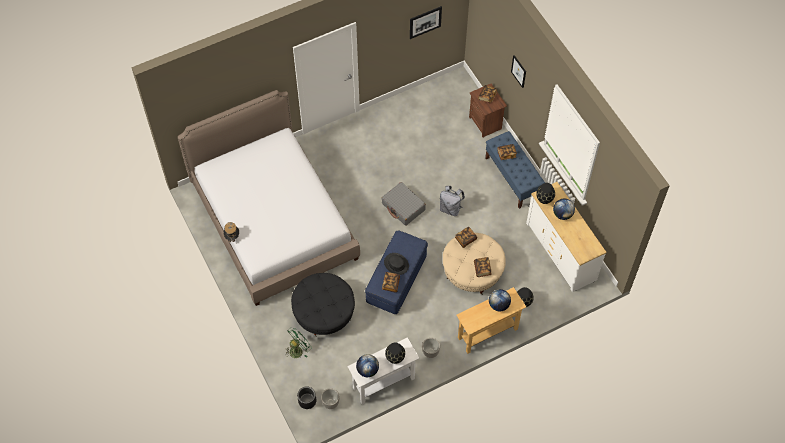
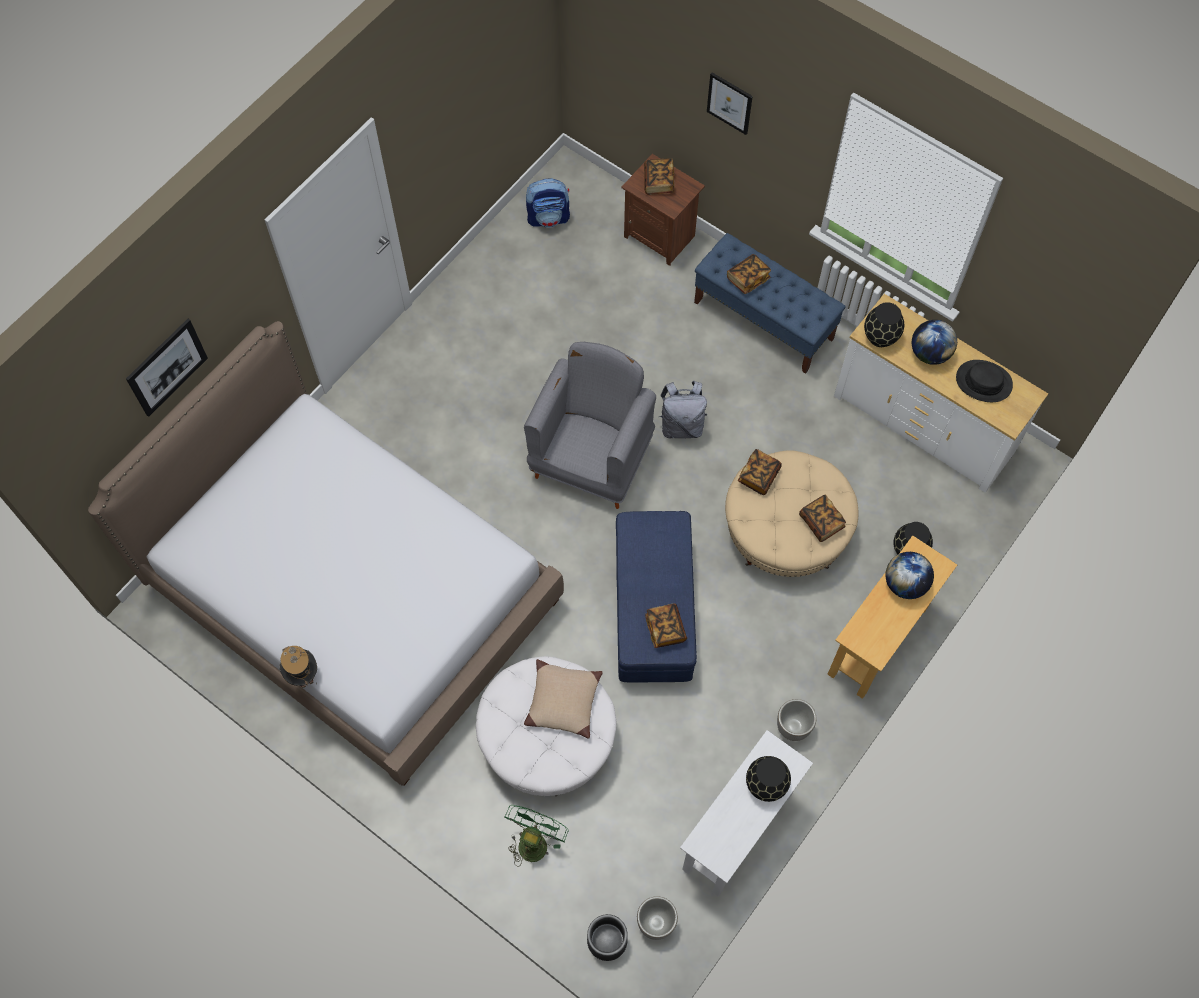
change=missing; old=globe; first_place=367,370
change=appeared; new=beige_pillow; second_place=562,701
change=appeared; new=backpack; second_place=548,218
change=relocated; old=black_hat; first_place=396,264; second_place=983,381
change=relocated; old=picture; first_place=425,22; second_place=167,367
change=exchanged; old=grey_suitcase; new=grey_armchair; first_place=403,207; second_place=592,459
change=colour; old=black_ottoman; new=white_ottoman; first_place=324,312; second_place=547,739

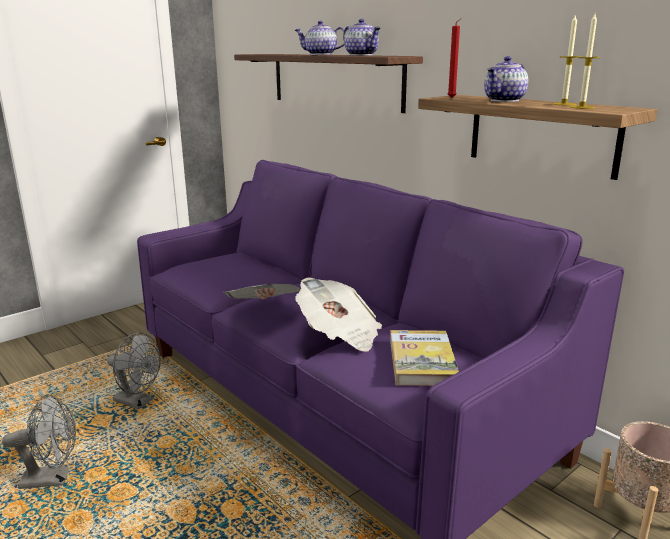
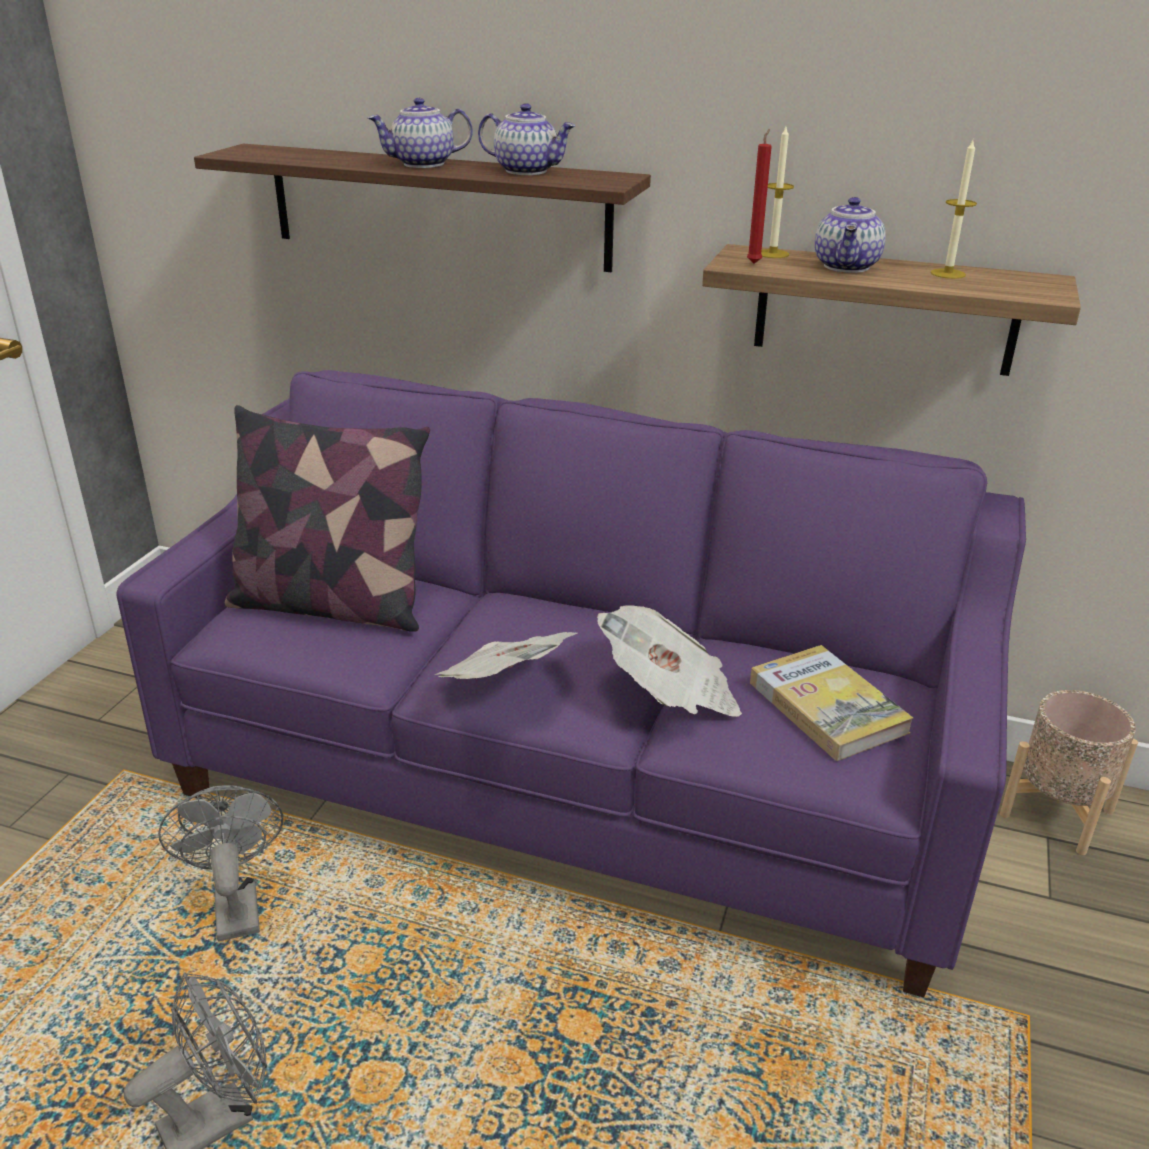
change=appeared; new=pillow; second_place=331,605
change=relocated; old=candle; first_place=582,107; second_place=772,254
change=spun; old=grey_fan; first_place=138,402; second_place=235,904; degrees=-105

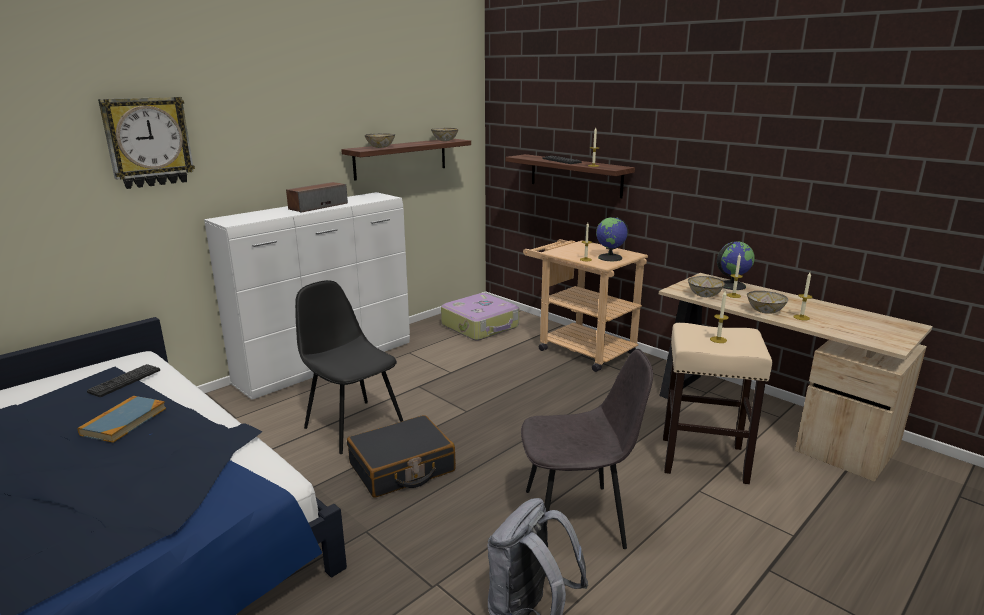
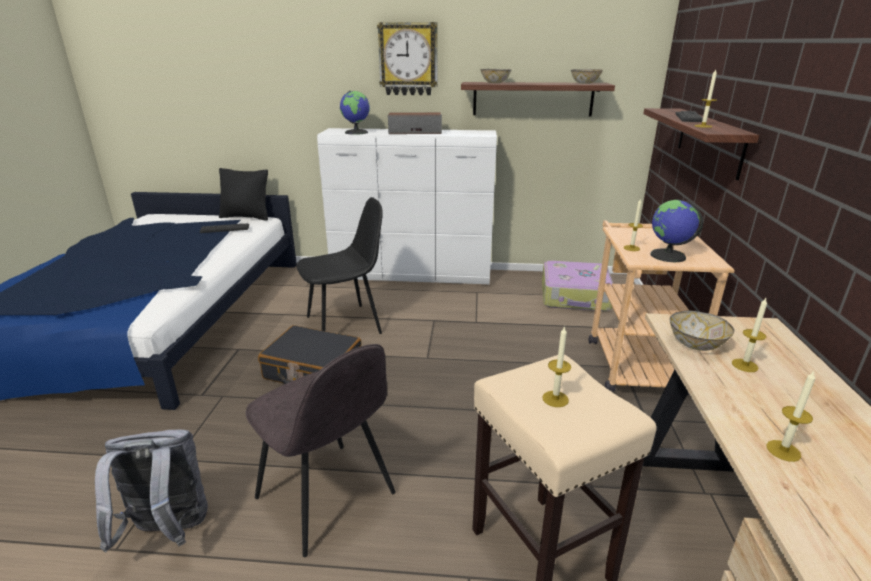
change=missing; old=book; first_place=124,421
change=missing; old=bowl; first_place=764,311
change=appeared; new=black_pillow; second_place=246,217
change=relocated; old=wall_clock; first_place=148,142; second_place=408,59
change=relocated; old=globe; first_place=731,285; second_place=356,132
change=spun; old=black_chair; first_place=353,425; second_place=346,324; degrees=60

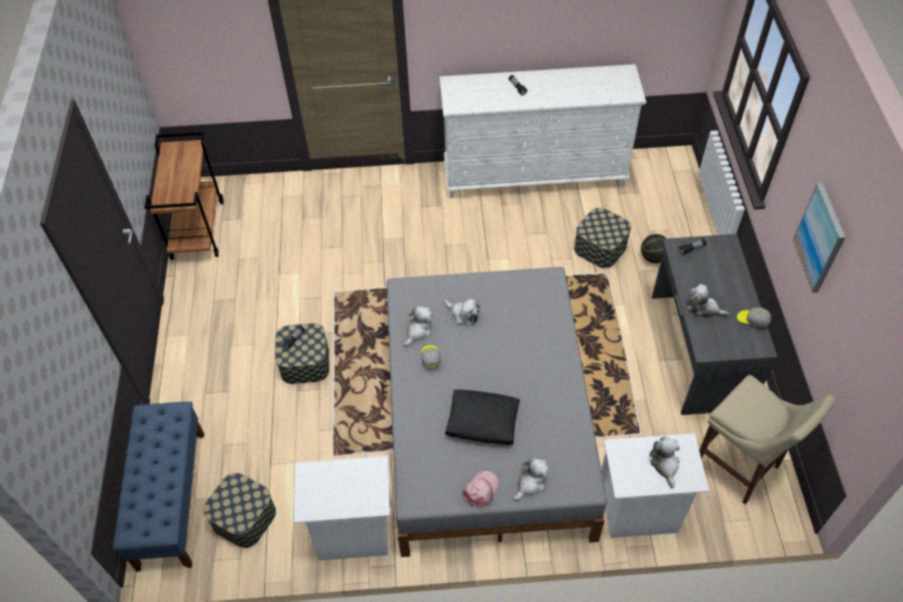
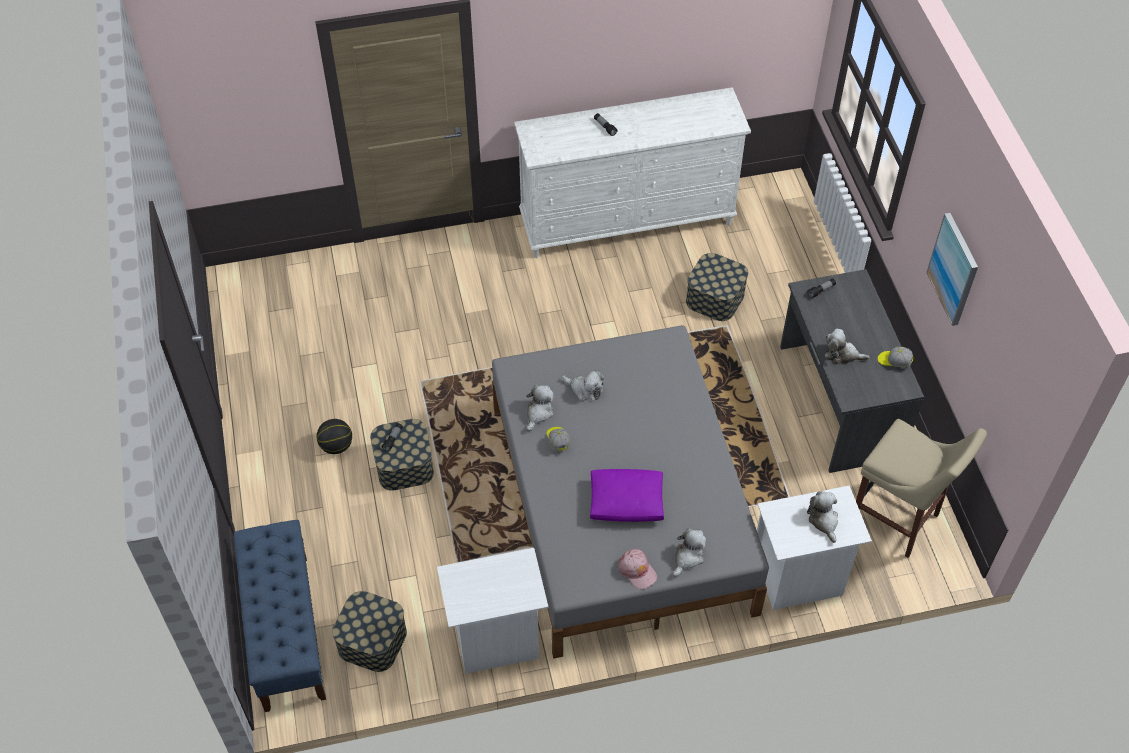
change=missing; old=brown_cart; first_place=197,229
change=relocated; old=basketball; first_place=653,257; second_place=336,446
change=colour; old=black_pillow; new=purple_pillow; first_place=482,422; second_place=625,501
change=spun; old=pink_cap; first_place=481,490; second_place=637,570; degrees=120

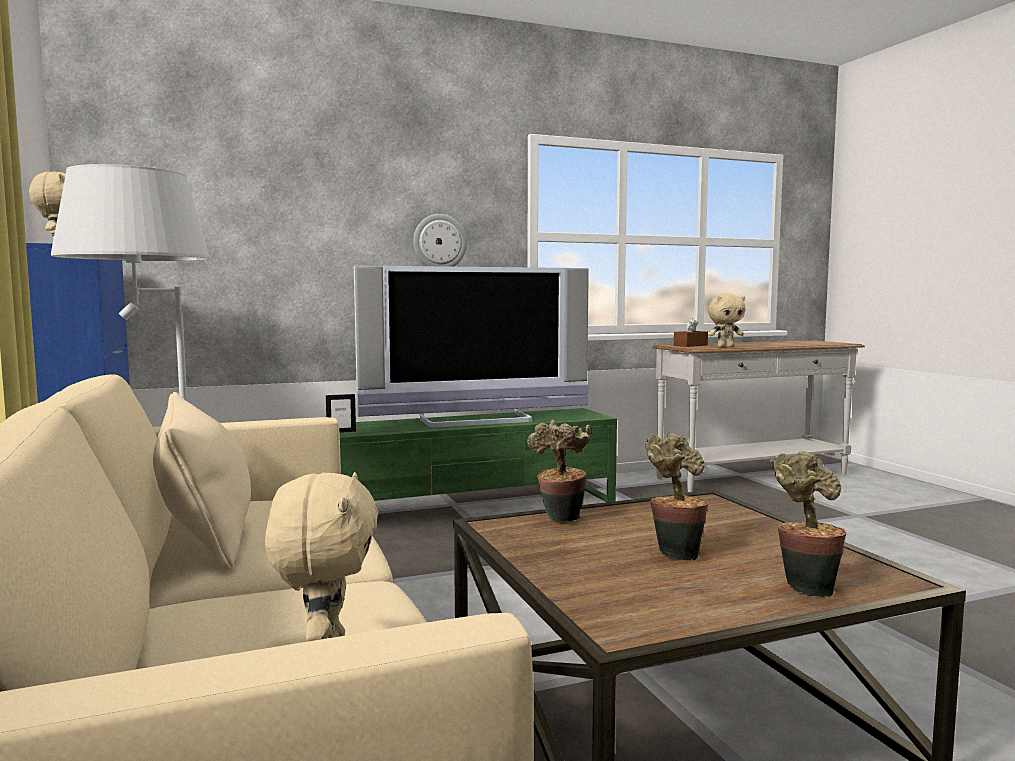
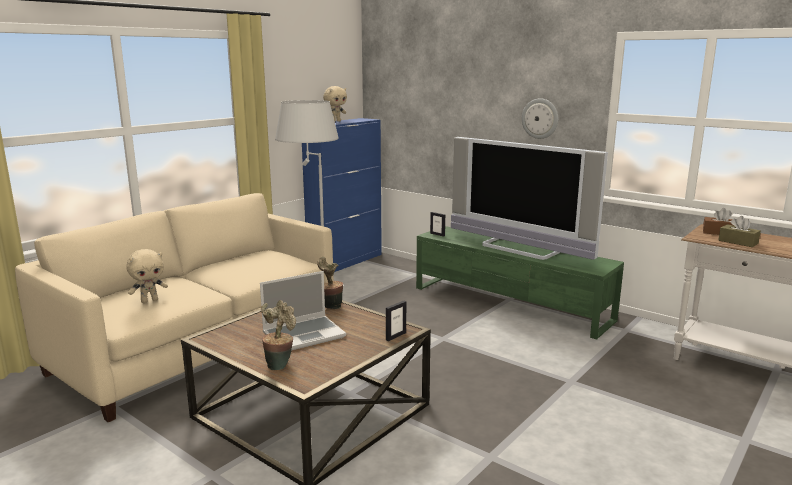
change=missing; old=beige_pillow; first_place=205,530
change=appeared; new=picture_frame; second_place=395,336
change=exchanged; old=potted_plant; new=laptop; first_place=675,552; second_place=304,334
change=exchanged; old=beige_plush_toy; new=brown_tissue_box; first_place=725,346; second_place=738,242

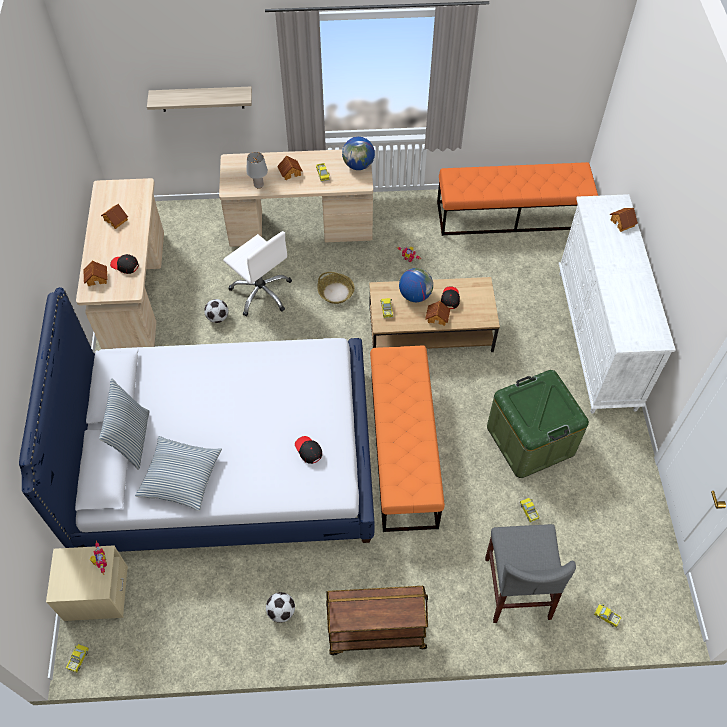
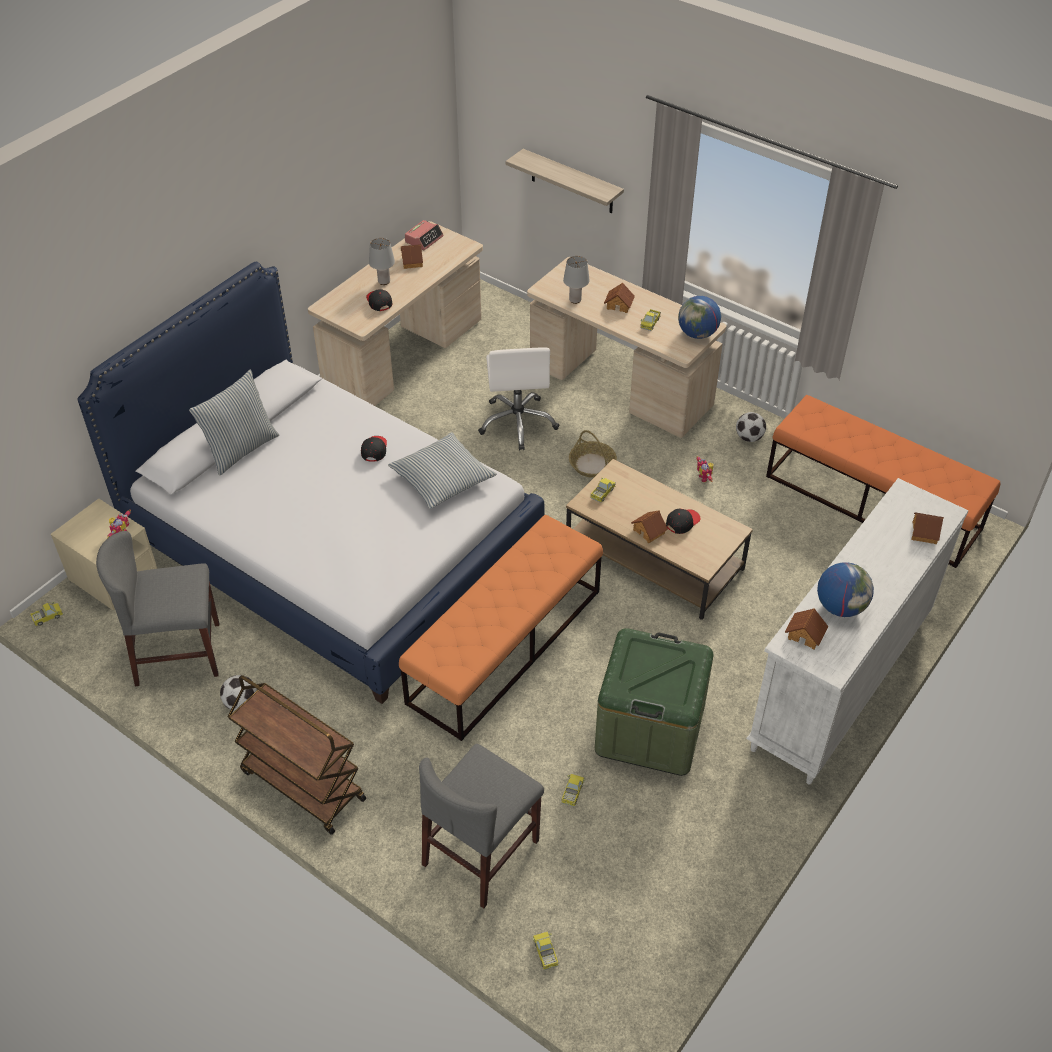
change=appeared; new=grey_chair; second_place=178,653
change=appeared; new=grey_table_lamp; second_place=384,282
change=appeared; new=alarm_clock; second_place=424,239
change=relocated; old=toy_house; first_place=97,278; second_place=805,634
change=relocated; old=pillow; first_place=180,477; second_place=442,478
change=relocated; old=football; first_place=218,318; second_place=749,438
change=relocated; old=black_cap; first_place=308,450; second_place=374,450
change=relocated; old=globe; first_place=415,295; second_place=840,606

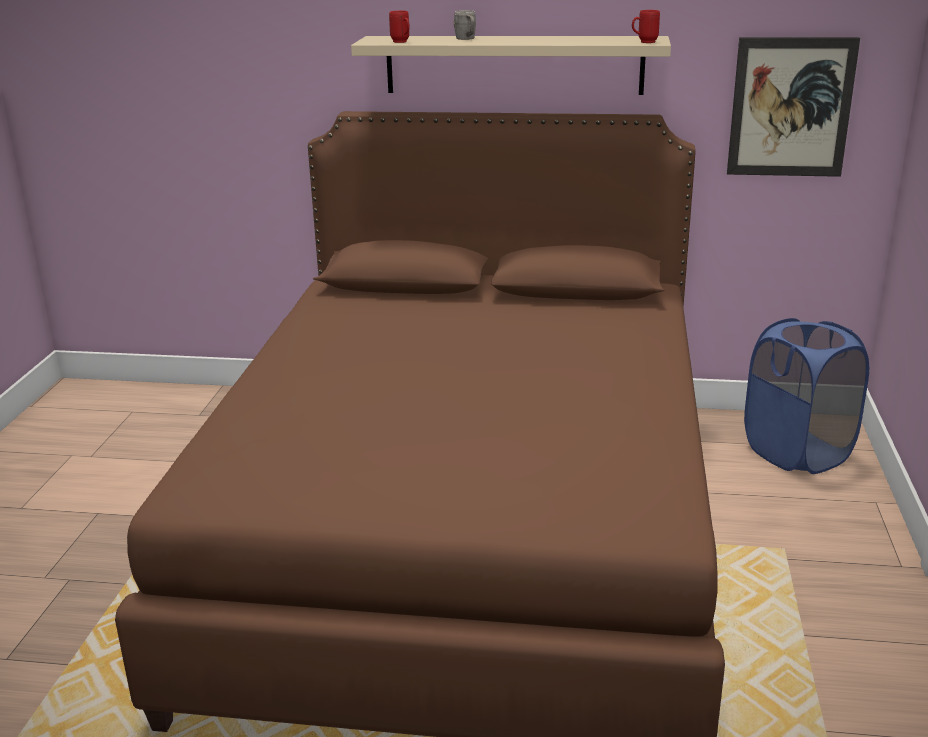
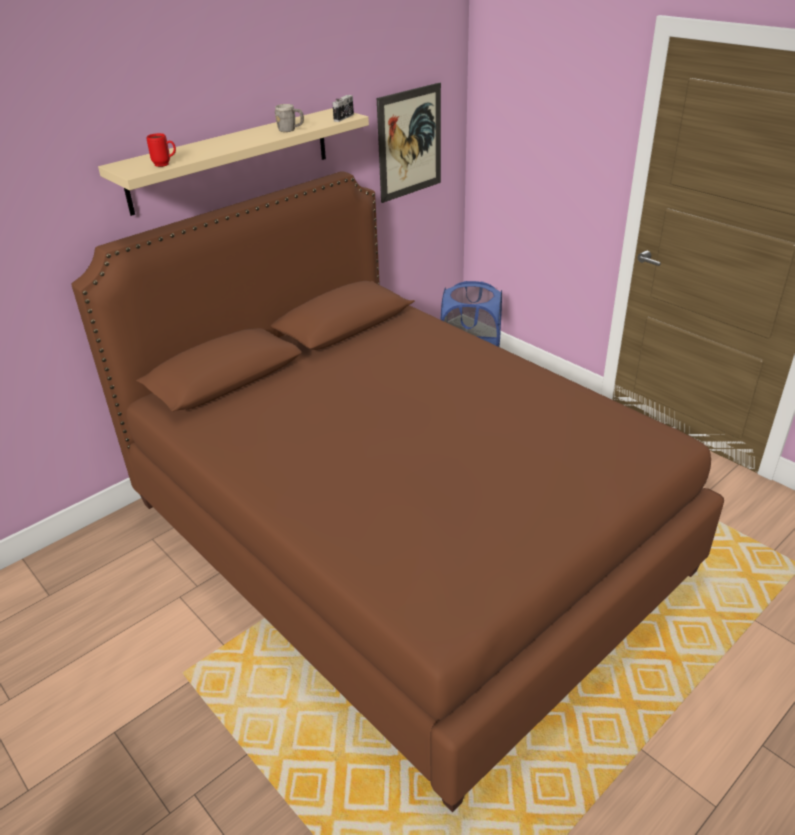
change=relocated; old=grey_mug; first_place=467,39; second_place=290,130
change=exchanged; old=red_mug; new=photo_camera; first_place=644,42; second_place=344,118

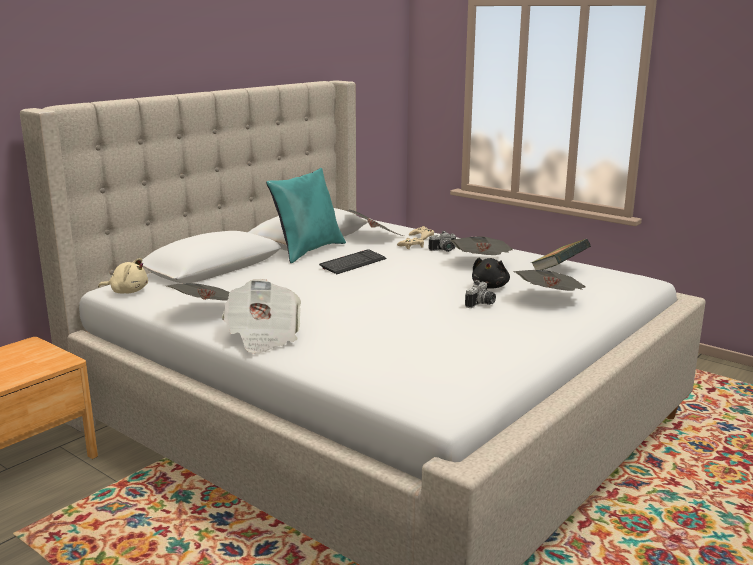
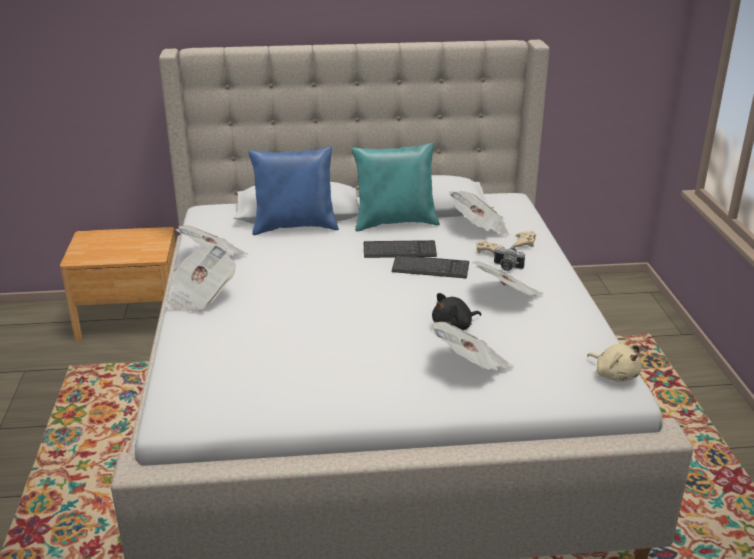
change=missing; old=photo_camera; first_place=481,304
change=missing; old=book; first_place=559,271
change=appeared; new=blue_pillow; second_place=295,227
change=appeared; new=keyboard; second_place=430,268
change=relocated; old=beige_plush_toy; first_place=127,291; second_place=615,374

